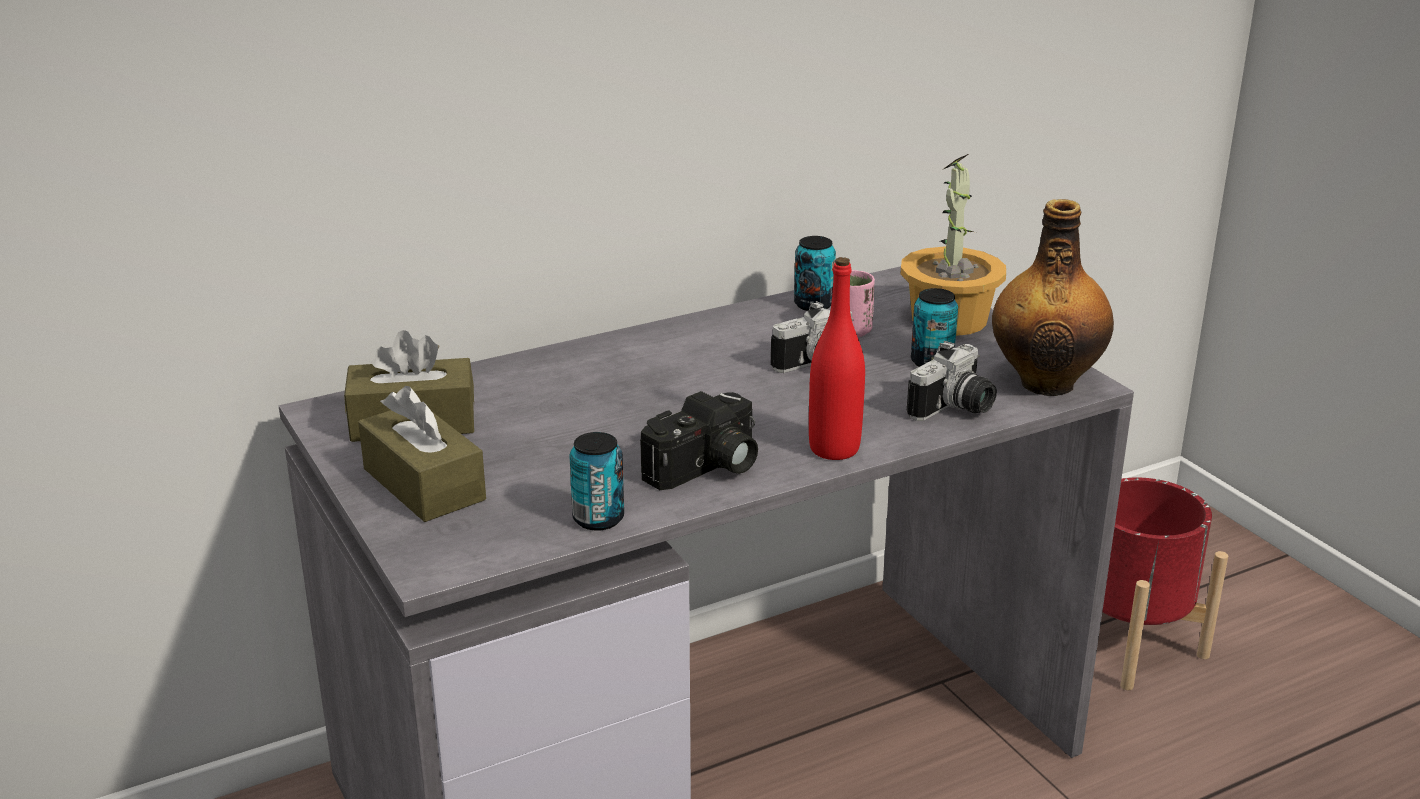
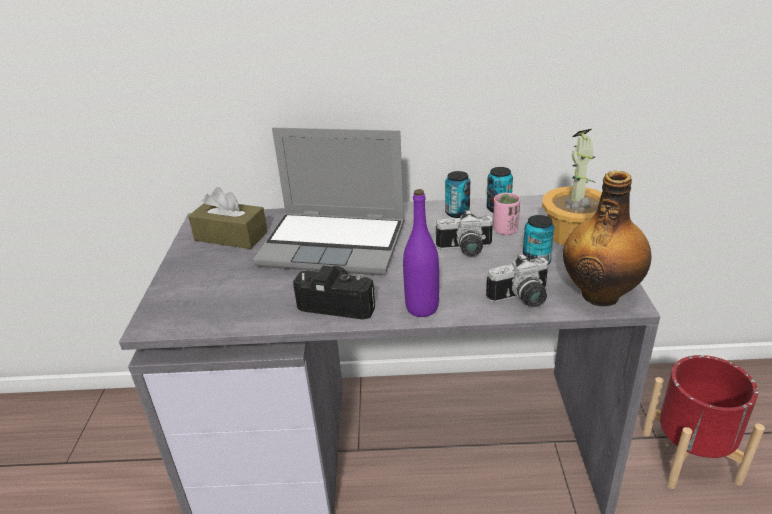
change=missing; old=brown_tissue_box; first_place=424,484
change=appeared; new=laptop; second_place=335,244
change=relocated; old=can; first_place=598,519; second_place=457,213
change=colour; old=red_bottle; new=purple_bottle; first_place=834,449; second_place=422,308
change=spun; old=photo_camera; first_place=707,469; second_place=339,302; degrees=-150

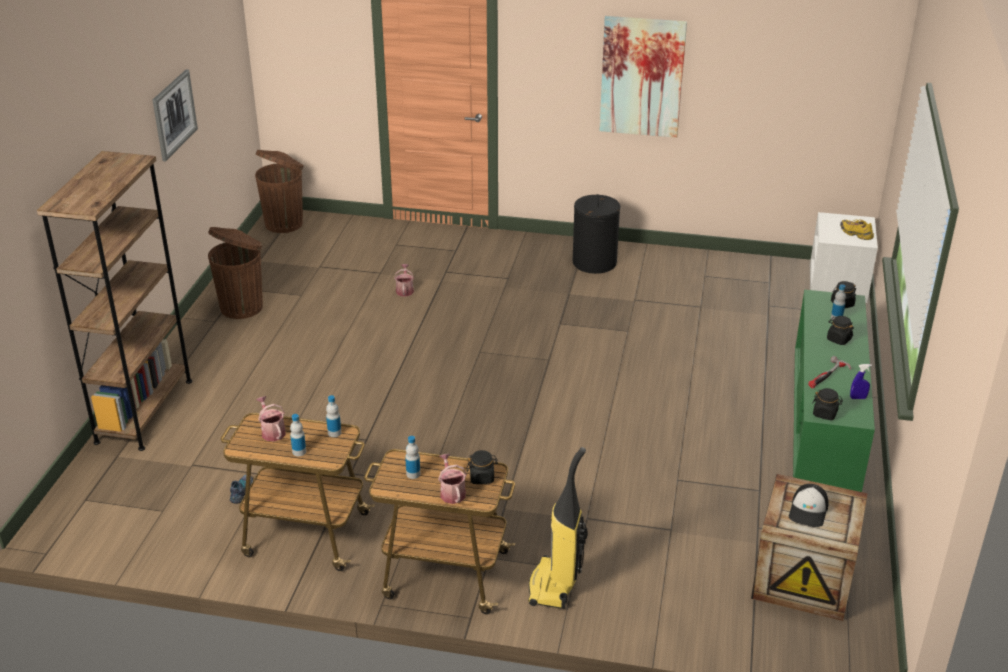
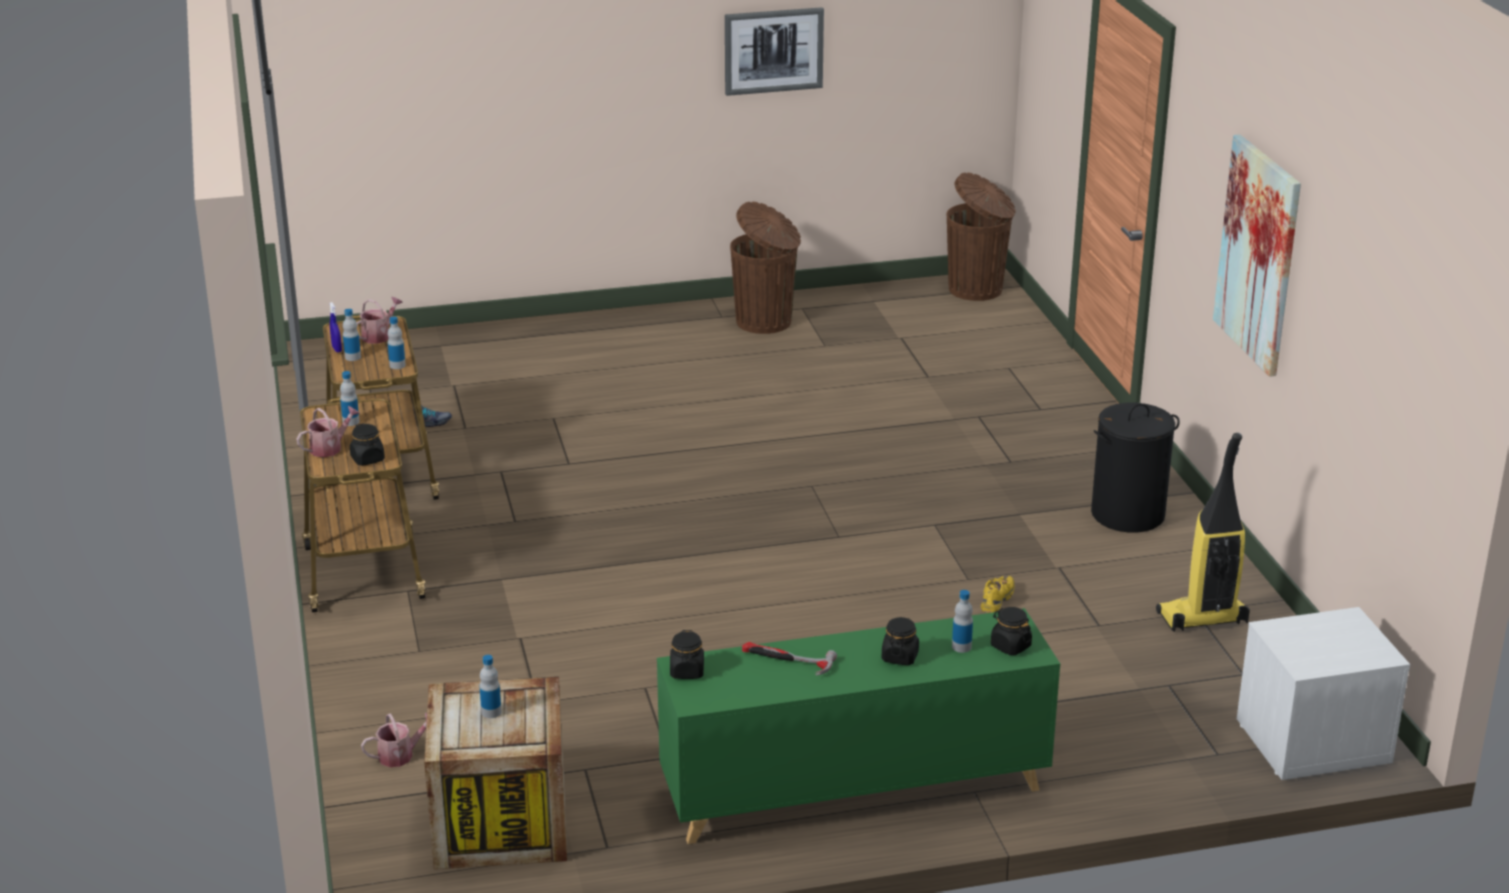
change=missing; old=brown_bookcase; first_place=144,411
change=relocated; old=watering_can; first_place=404,290; second_place=400,755
change=relocated; old=vacuum_cleaner; first_place=554,586; second_place=1201,619
change=relocated; old=yellow_shoe; first_place=855,234; second_place=996,601
change=relocated; old=blue_spray_bottle; first_place=858,398; second_place=337,349
change=exchanged; old=cap; new=bottle; first_place=808,511; second_place=491,712

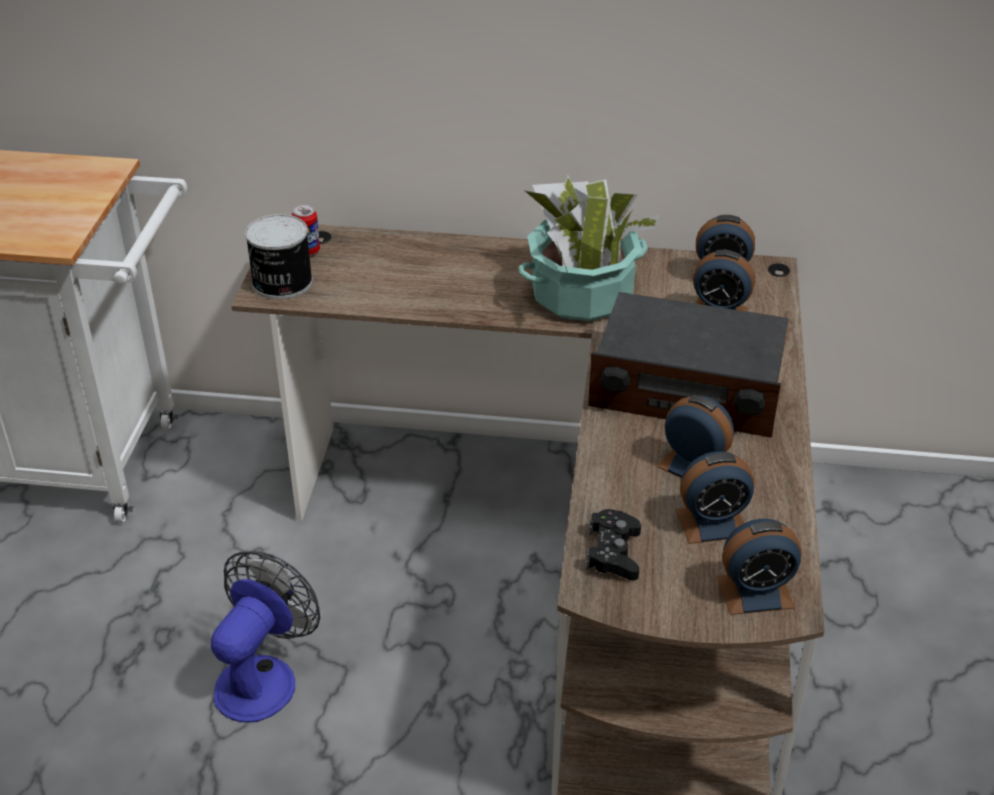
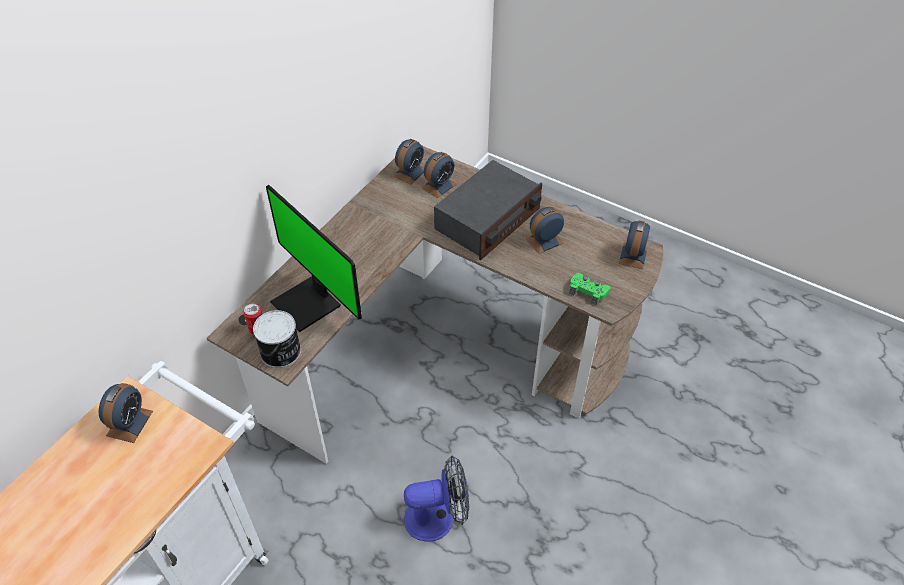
change=missing; old=potted_plant; first_place=581,296
change=appeared; new=monitor; second_place=309,303
change=relocated; old=alarm_clock; first_place=711,522; second_place=129,423
change=colour; old=black_game_controller; new=green_game_controller; first_place=613,552; second_place=588,291
change=spun; old=fan; first_place=263,676; second_place=438,517; degrees=120

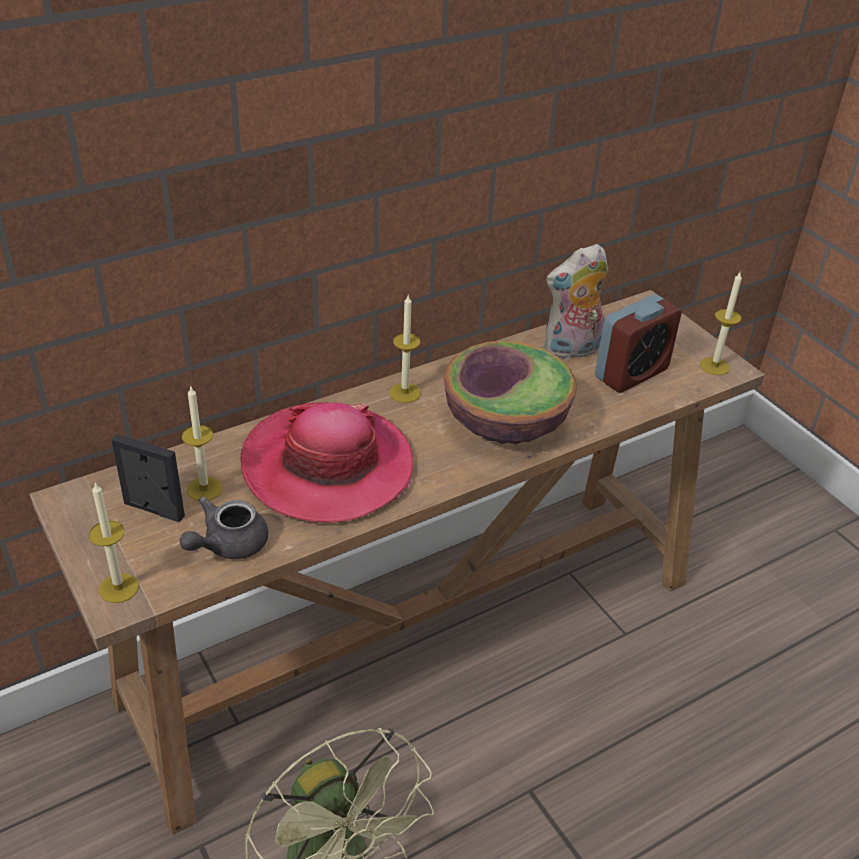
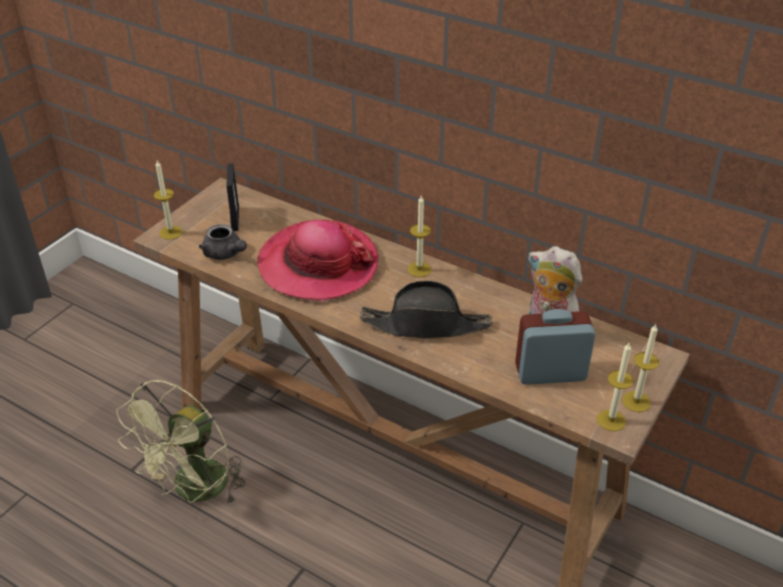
change=relocated; old=candle; first_place=204,489; second_place=636,401
change=exchanged; old=bowl; new=black_hat; first_place=505,423; second_place=426,325
change=spun; old=grey_teapot; first_place=227,545; second_place=225,254; degrees=-150
change=spun; old=alarm_clock; first_place=631,373; second_place=550,372; degrees=150

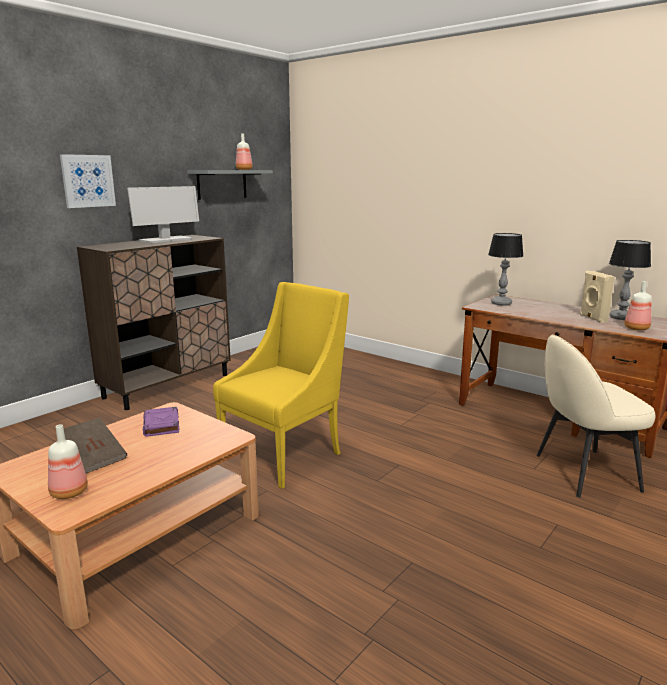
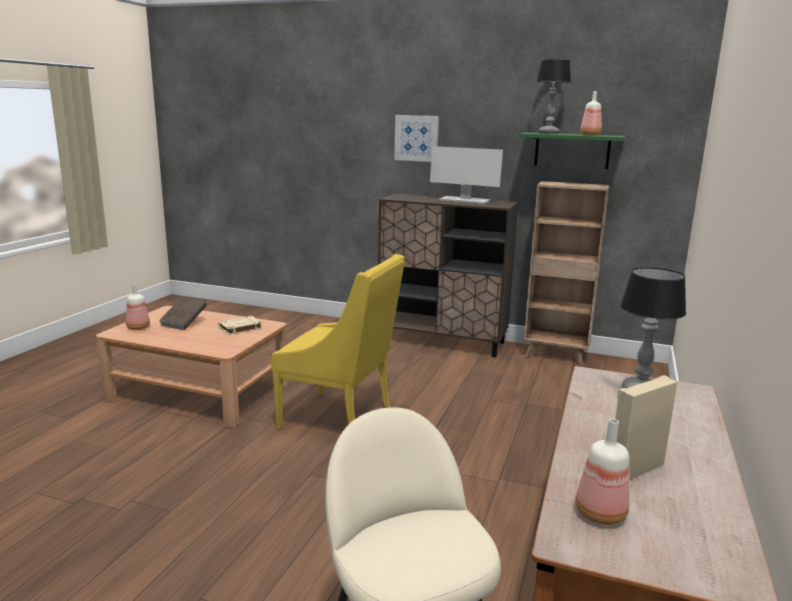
change=appeared; new=brown_bookcase; second_place=556,356
change=relocated; old=table_lamp; first_place=621,317; second_place=549,133
change=colour; old=purple_book; new=beige_book; first_place=161,425; second_place=240,328
change=colour; old=grey_shelf; new=green_shelf; first_place=222,184; second_place=572,150

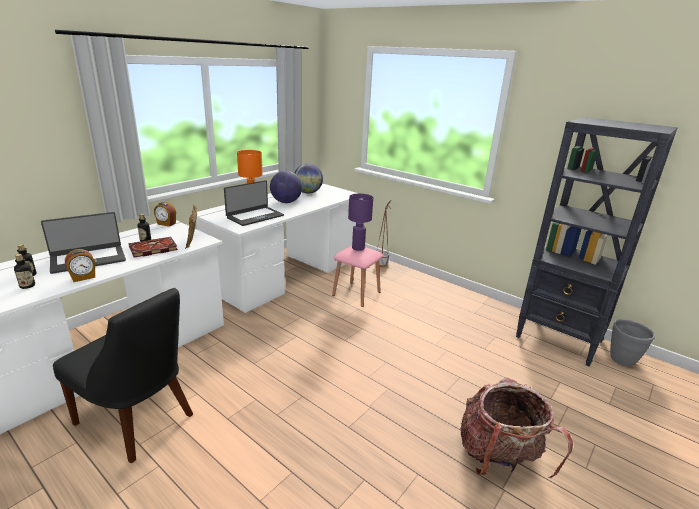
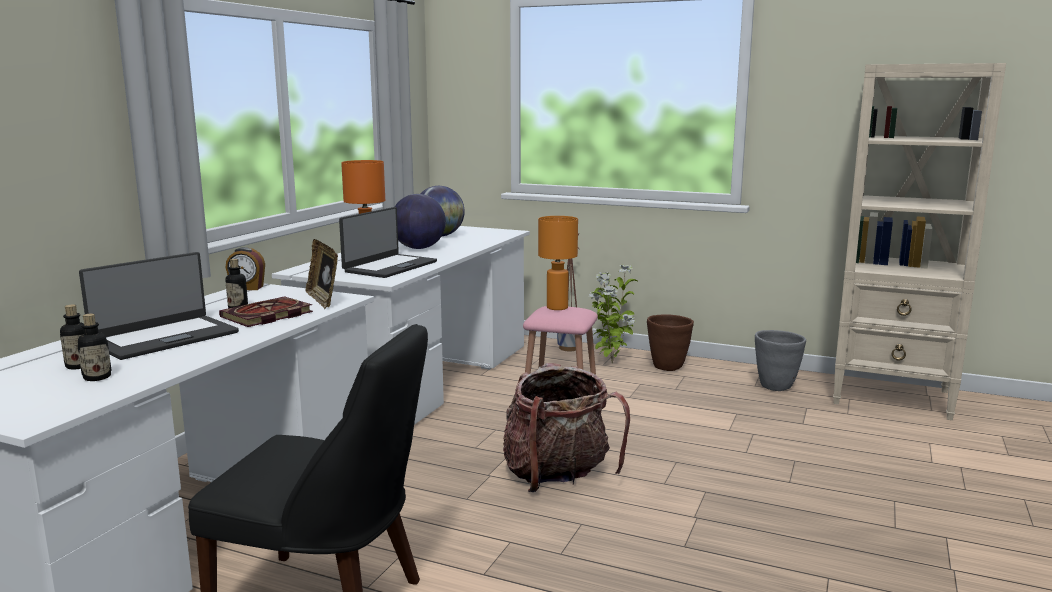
change=missing; old=alarm_clock; first_place=83,277
change=appeared; new=potted_plant; second_place=610,362
change=appeared; new=brown_planter; second_place=668,367
change=relocated; old=backpack; first_place=499,458; second_place=558,477
change=relocated; old=grey_planter; first_place=622,360; second_place=776,386
change=colour; old=purple_table_lamp; new=orange_table_lamp; first_place=358,248; second_place=556,307
change=colour; old=black_bookcase; new=beige_bookcase; first_place=559,339; second_place=892,397

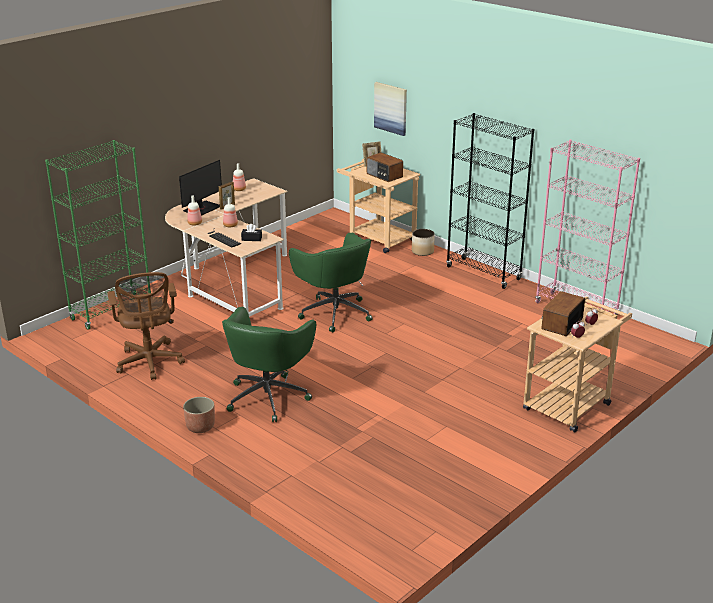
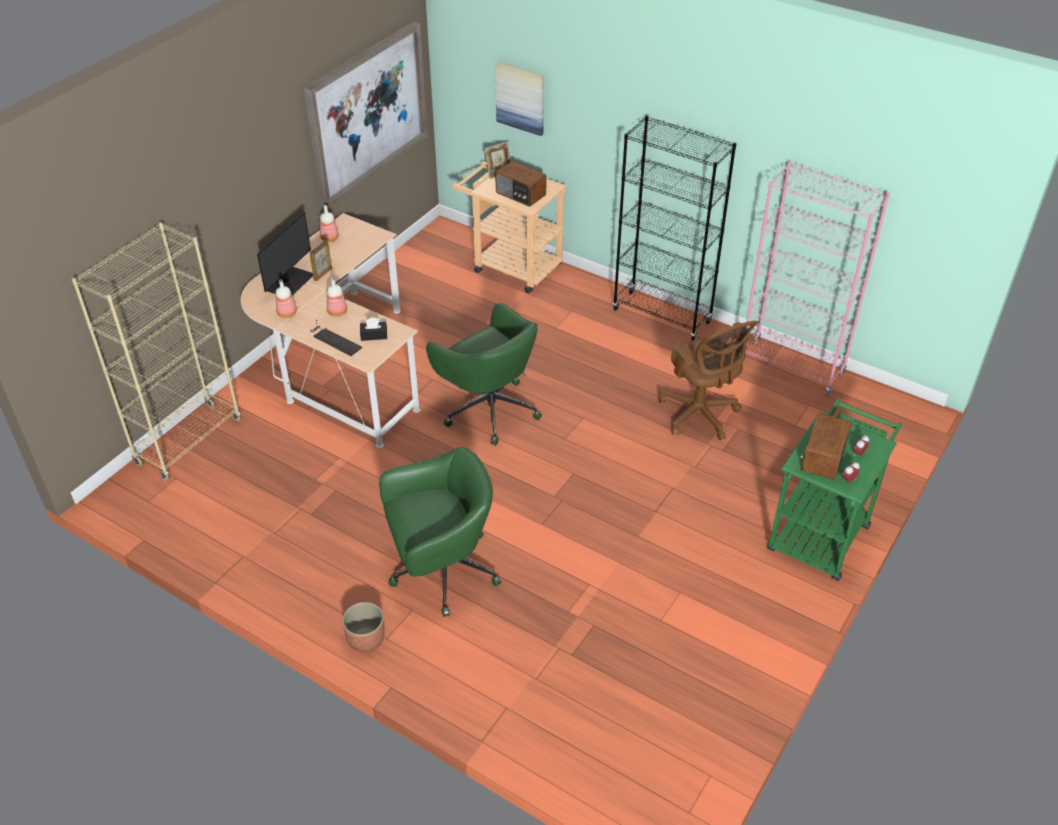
change=missing; old=planter; first_place=423,251
change=appeared; new=picture; second_place=367,112
change=relocated; old=brown_office_chair; first_place=150,363; second_place=700,415
change=colour; old=green_bookcase; new=beige_bookcase; first_place=111,311; second_place=189,442
change=colour; old=beige_cart; new=green_cart; first_place=571,403; second_place=822,531
change=spun; old=green_office_chair; first_place=269,396; second_place=441,571; degrees=-120

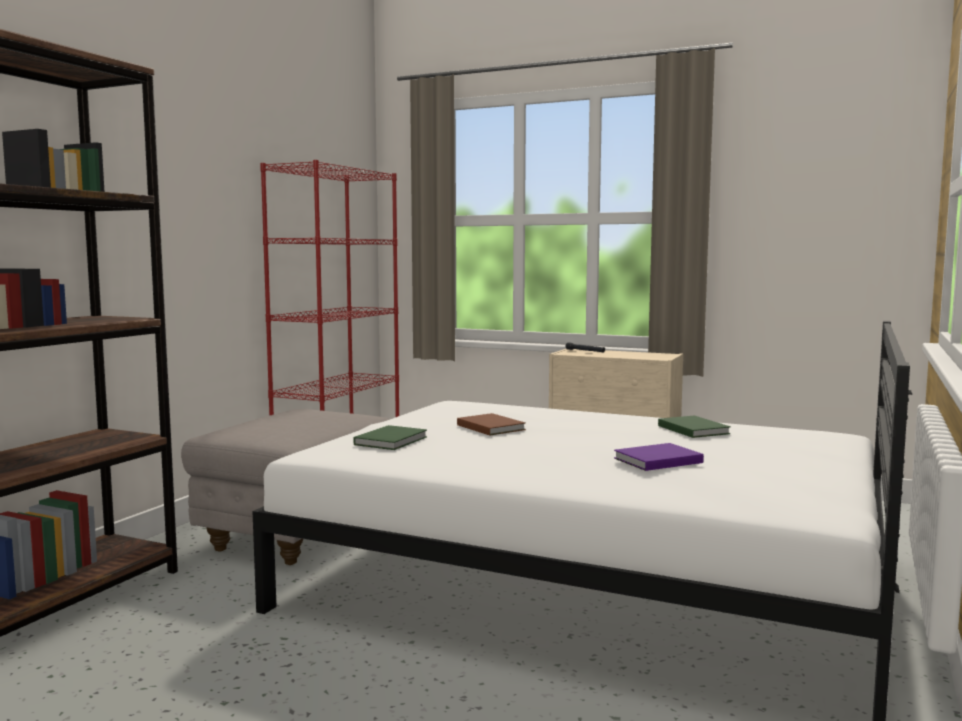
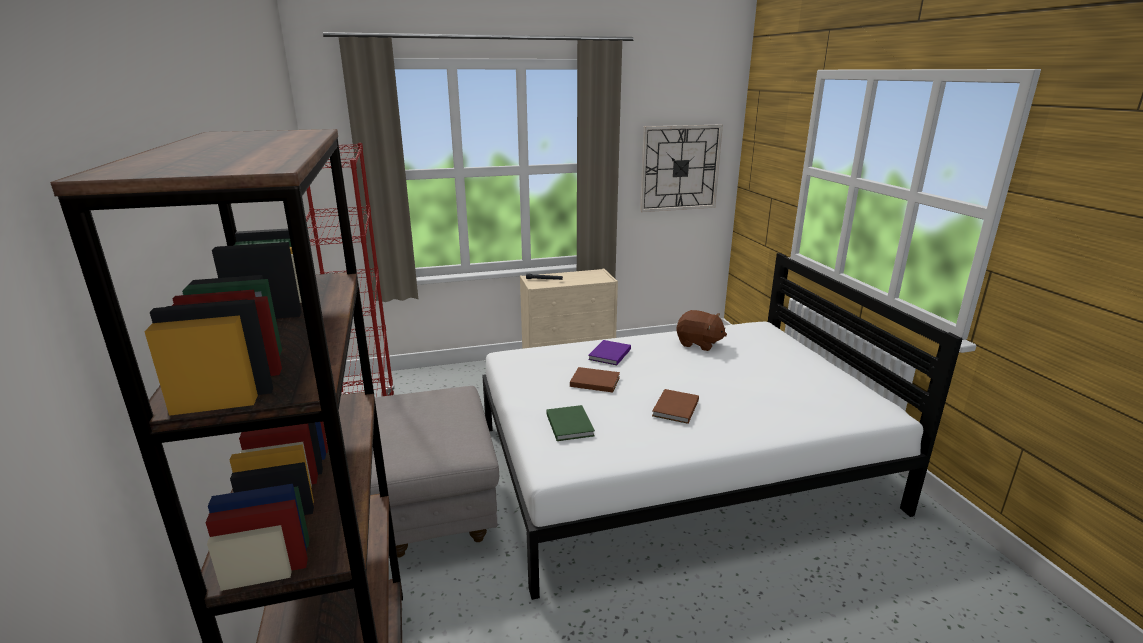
change=appeared; new=wall_clock; second_place=680,168
change=appeared; new=brown_book; second_place=674,408
change=relocated; old=purple_book; first_place=655,460; second_place=608,354
change=exchanged; old=green_book; new=brown_plush_toy; first_place=693,429; second_place=699,343

